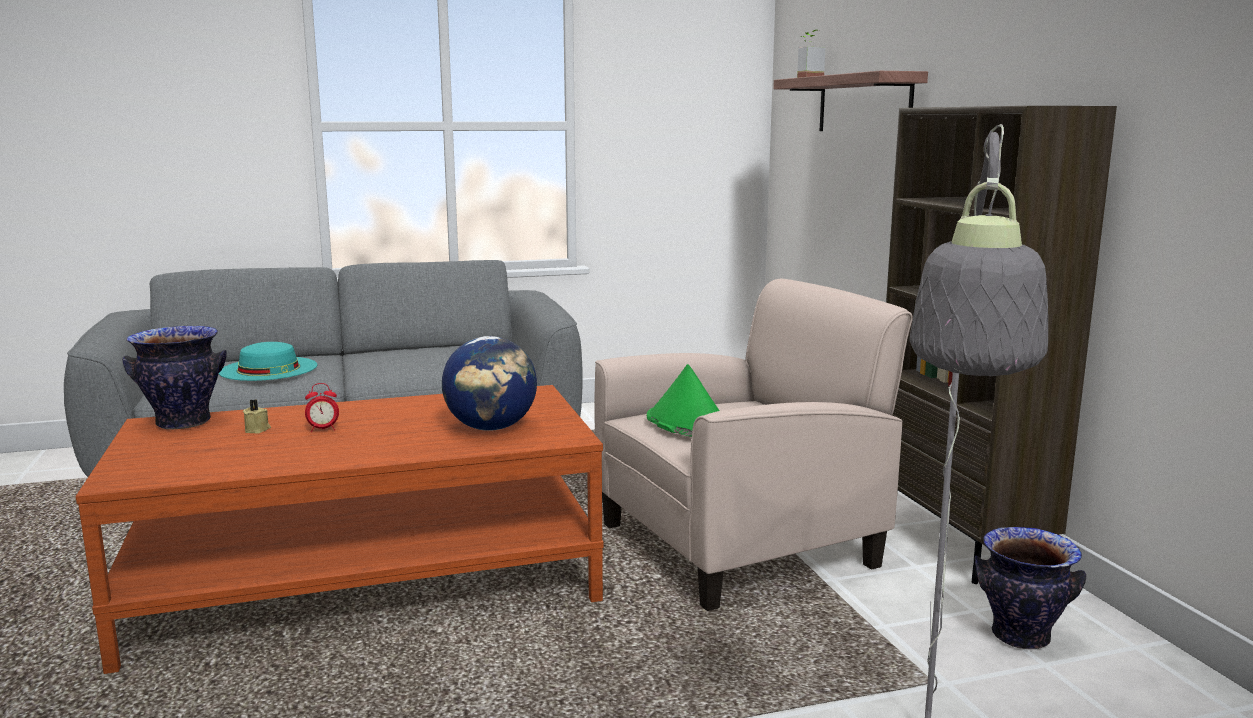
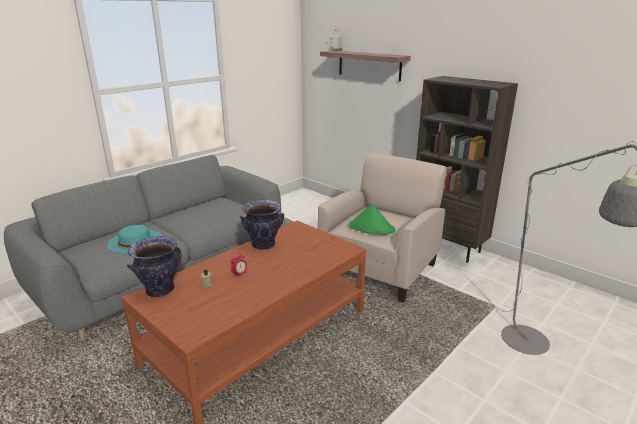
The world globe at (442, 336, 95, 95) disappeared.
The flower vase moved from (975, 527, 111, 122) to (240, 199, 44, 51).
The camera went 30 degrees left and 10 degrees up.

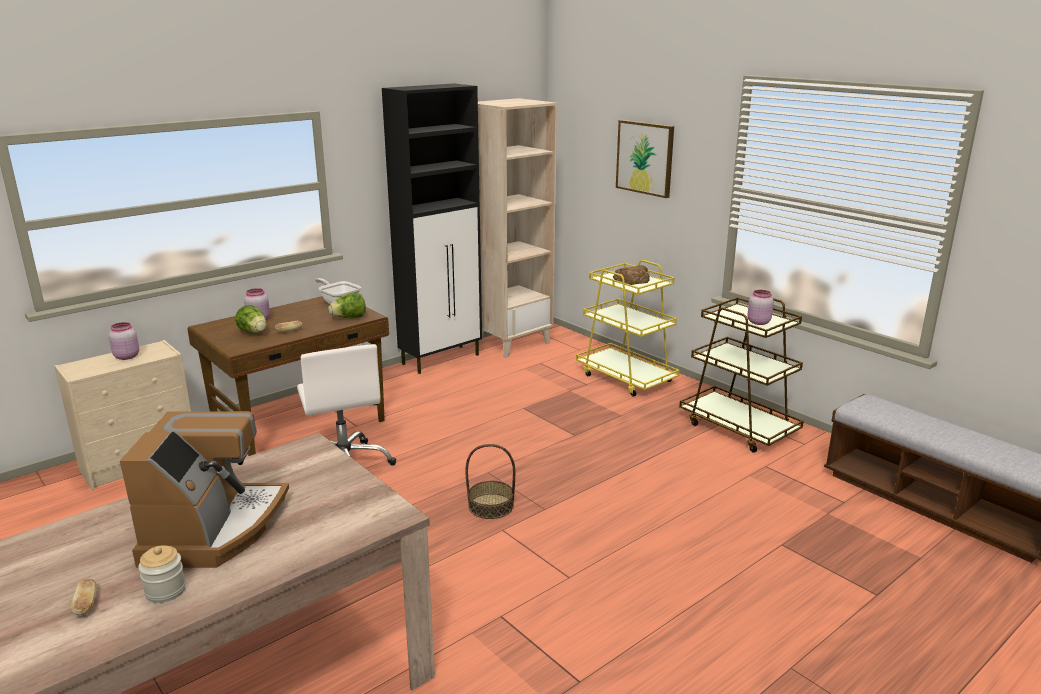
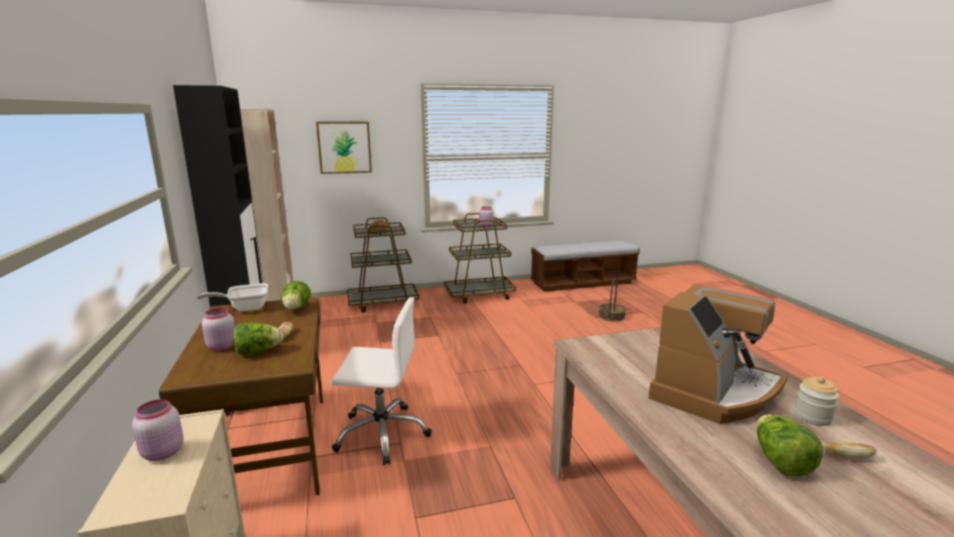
The lettuce at (756, 414, 67, 63) appeared.
The household basket moved from (465, 444, 50, 75) to (598, 278, 28, 44).
The wheeled cart in yellow-coloured at (576, 260, 104, 137) became the wheeled cart in brownish at (347, 217, 72, 96).
The coffee maker at (120, 411, 169, 157) turned 105 degrees clockwise.
The camera went 65 degrees left and 5 degrees down.

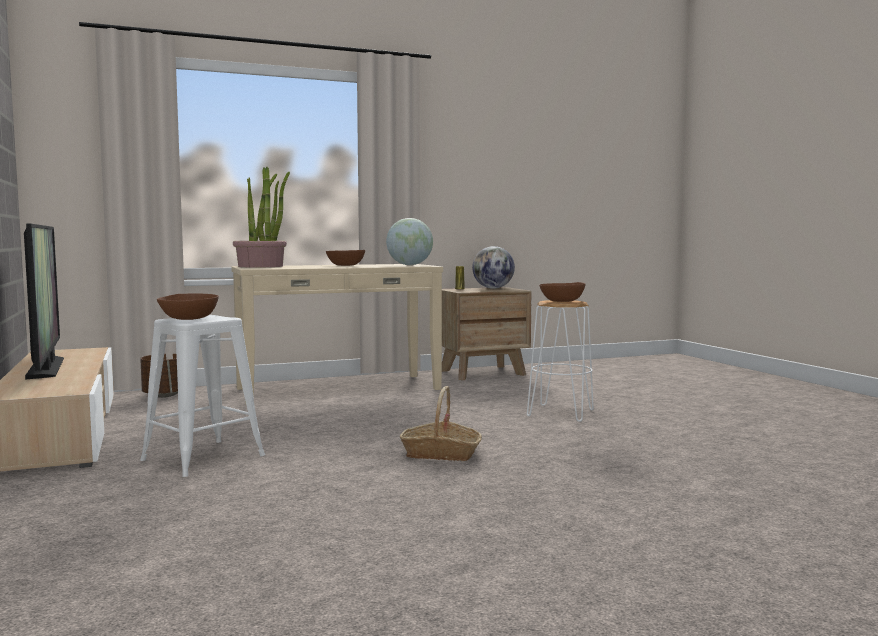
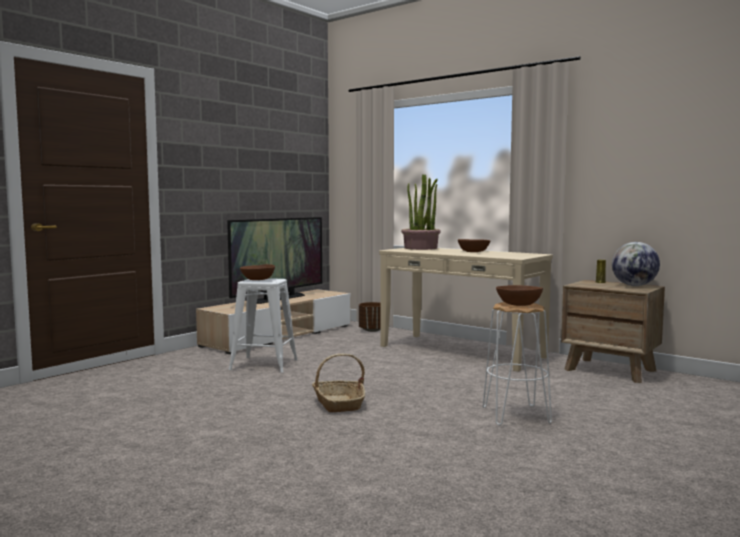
The world globe at (386, 218, 47, 47) disappeared.
The camera went 60 degrees right and 0 degrees up.

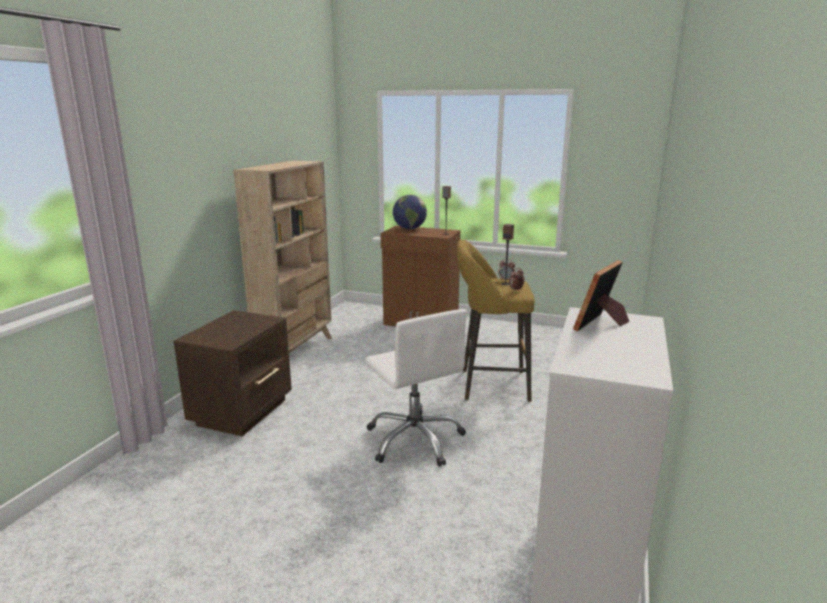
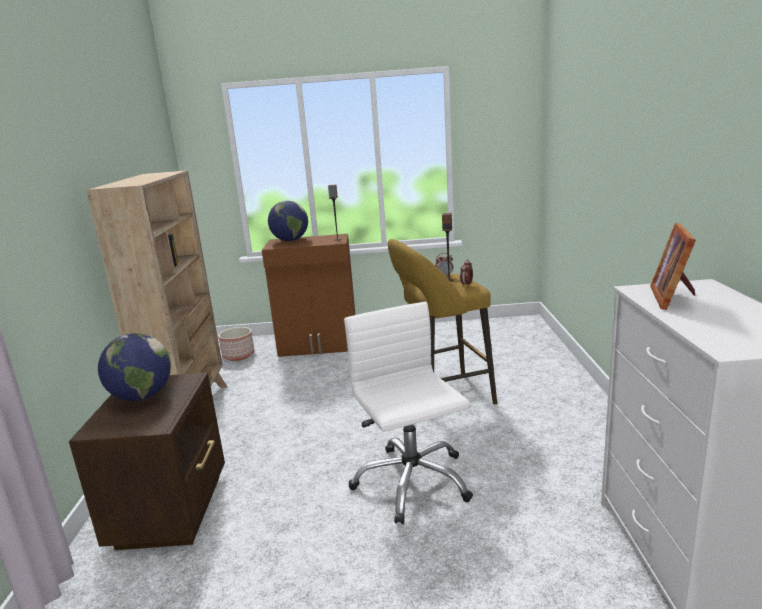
The world globe at (98, 333, 73, 68) appeared.
The planter at (218, 327, 36, 34) appeared.
The office chair in whitish at (365, 309, 102, 158) turned 150 degrees counterclockwise.
The camera went 20 degrees left and 0 degrees up.

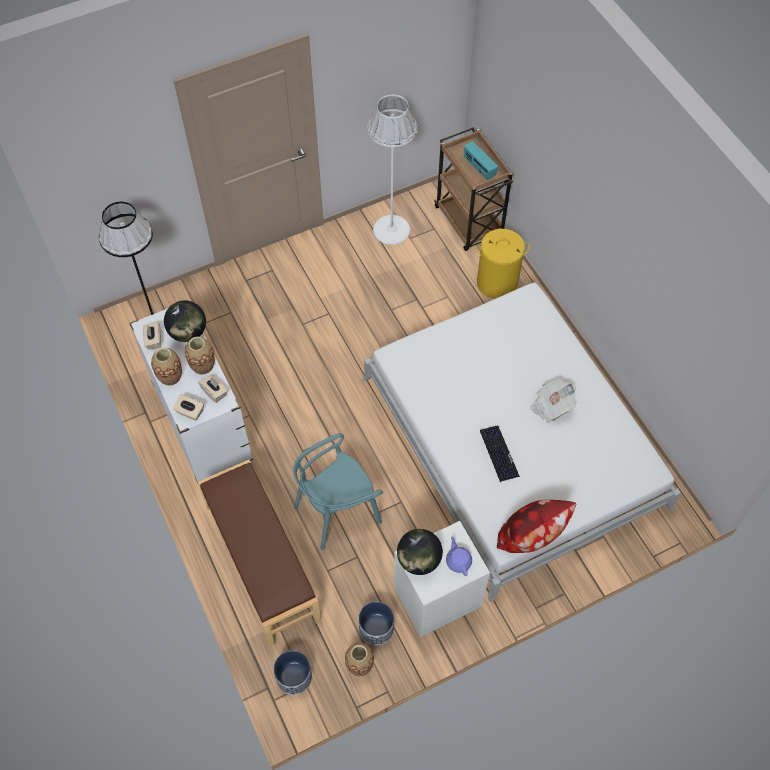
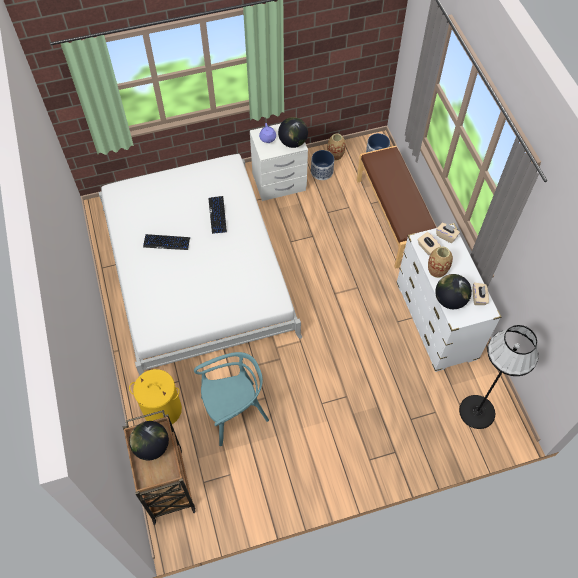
The flower vase at (151, 348, 31, 38) disappeared.
The floor lamp in whitish at (368, 95, 49, 150) disappeared.
The throw pillow at (496, 500, 81, 53) disappeared.
The plain chair in turquoise-coloured moved from (293, 433, 90, 117) to (194, 352, 75, 94).
The radio set at (464, 141, 34, 39) was replaced by the world globe at (129, 421, 40, 39).
The printed paper at (530, 378, 47, 45) was replaced by the computer keyboard at (143, 234, 47, 16).
The camera went 170 degrees left and 0 degrees up.

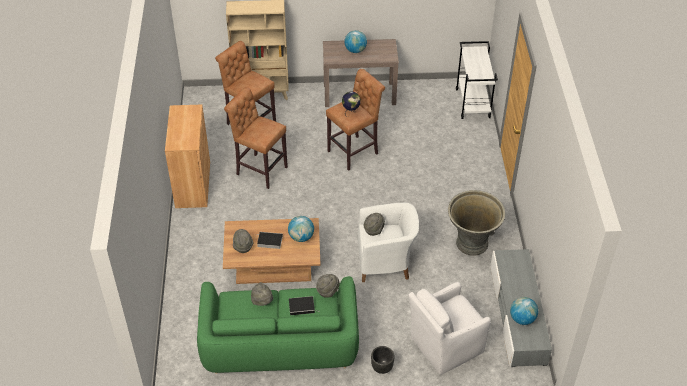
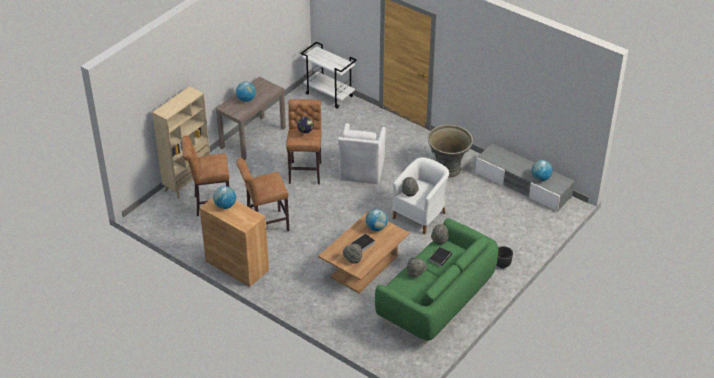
The world globe at (213, 186, 23, 23) appeared.
The armchair in whitish moved from (409, 282, 82, 93) to (338, 123, 48, 61).
The camera went 50 degrees left and 5 degrees down.

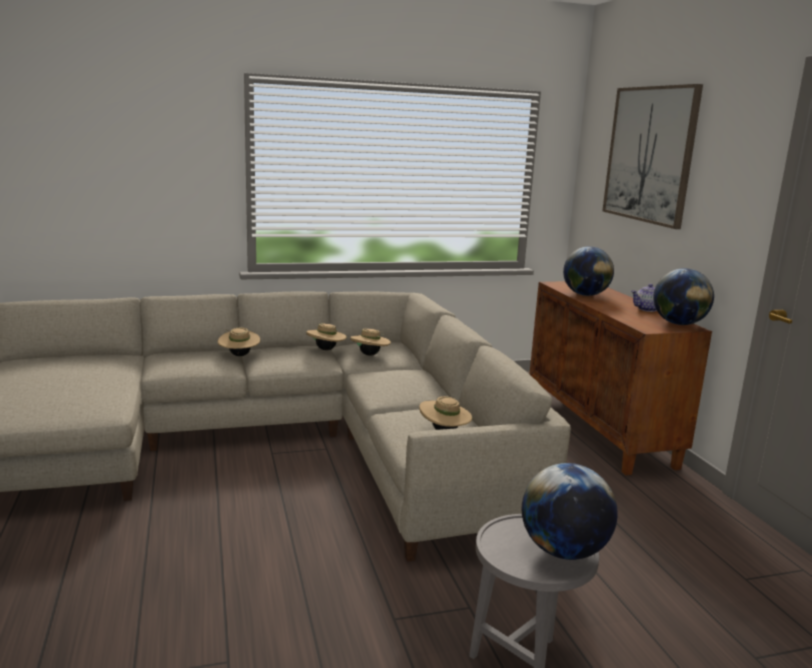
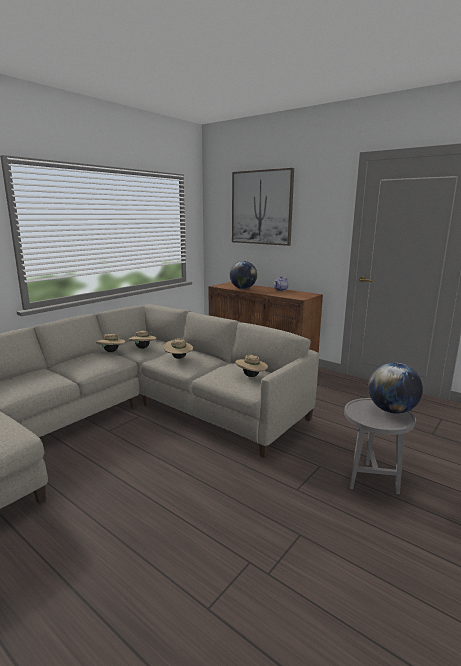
The world globe at (653, 268, 61, 57) disappeared.
The clothing hat in sand-coloured moved from (218, 328, 42, 28) to (164, 338, 29, 21).
The camera went 35 degrees left and 0 degrees up.

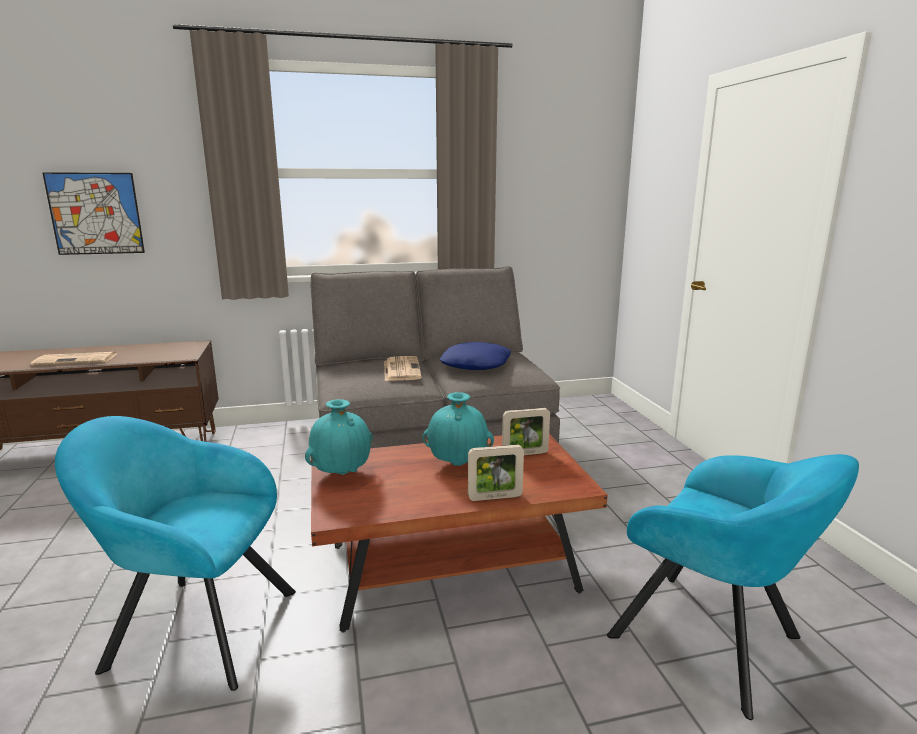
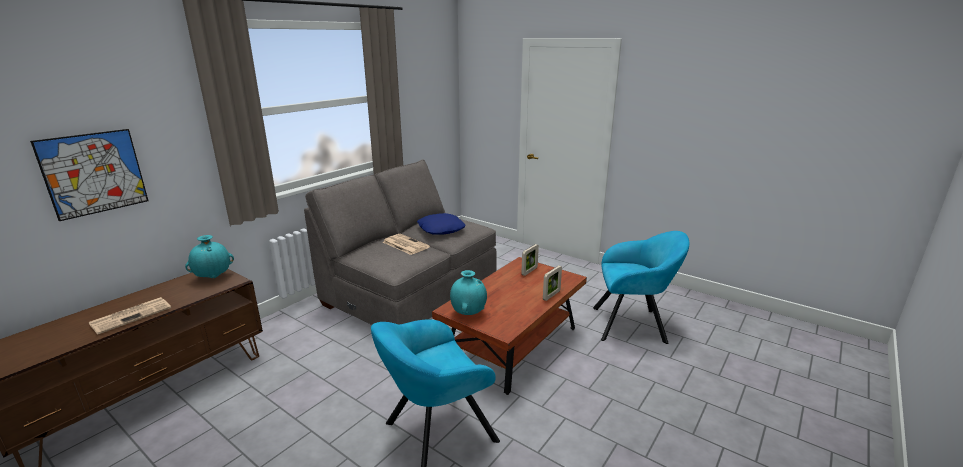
The flower vase in turquoise-coloured moved from (422, 392, 72, 74) to (185, 235, 49, 43).
The camera went 40 degrees left and 5 degrees up.

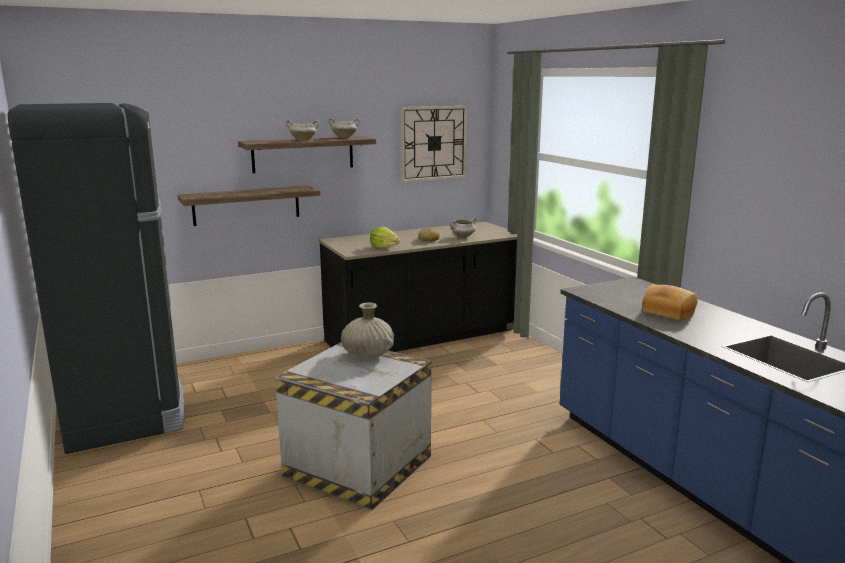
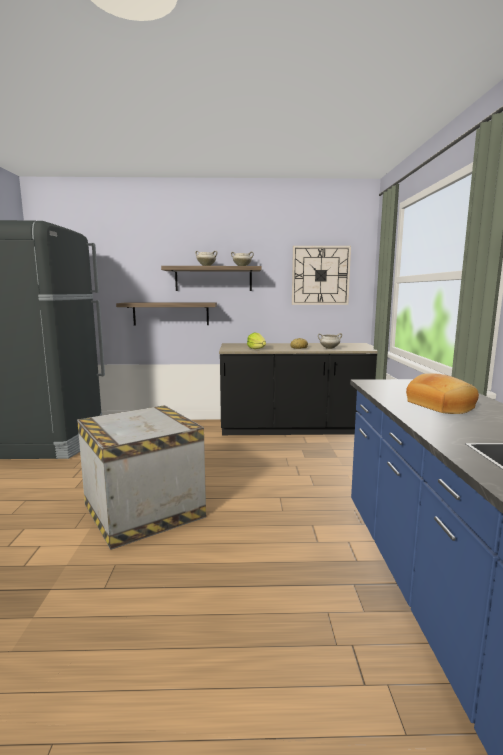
The flower vase in sand-coloured at (341, 303, 53, 56) disappeared.
The camera went 25 degrees right and 5 degrees down.

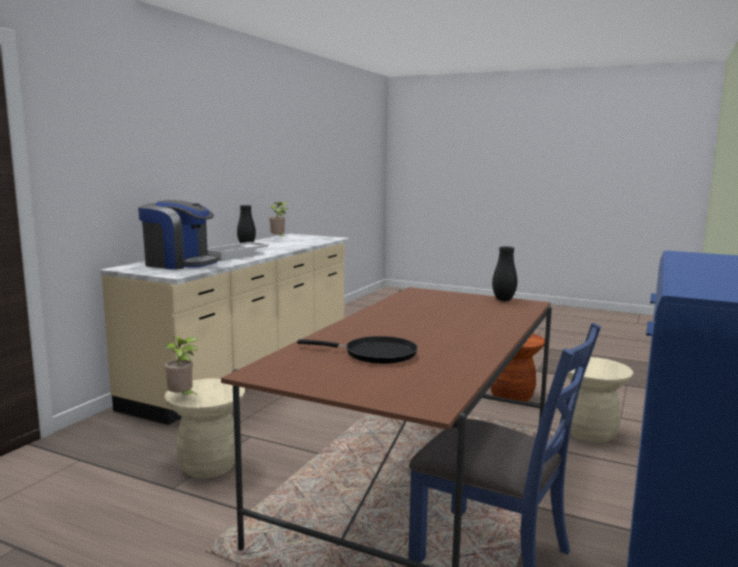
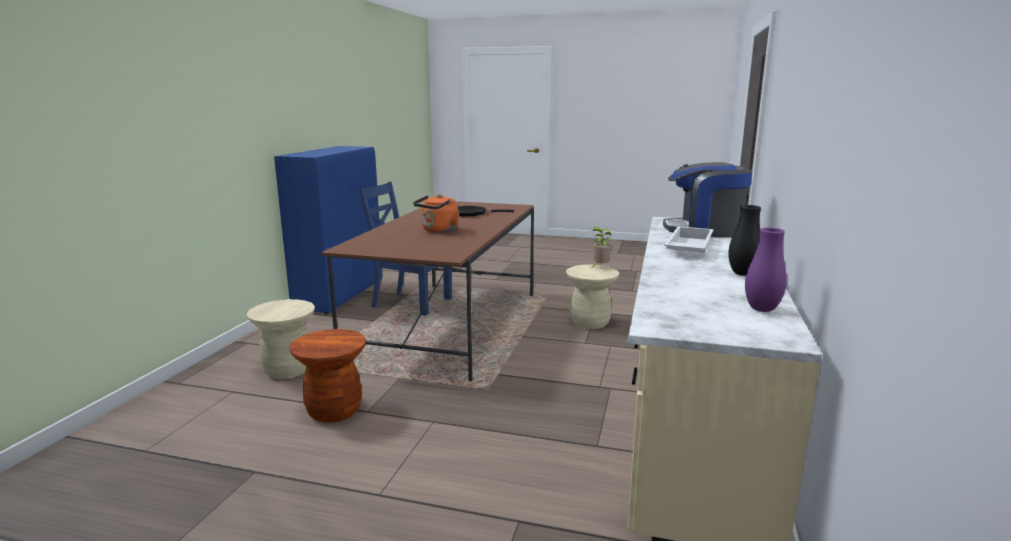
The flower vase in black-coloured at (492, 247, 25, 54) disappeared.
The water kettle in orangey at (413, 195, 47, 38) appeared.
The plant in a pot at (269, 202, 20, 34) was replaced by the flower vase in purplish at (745, 228, 42, 84).
The camera went 170 degrees right and 5 degrees up.

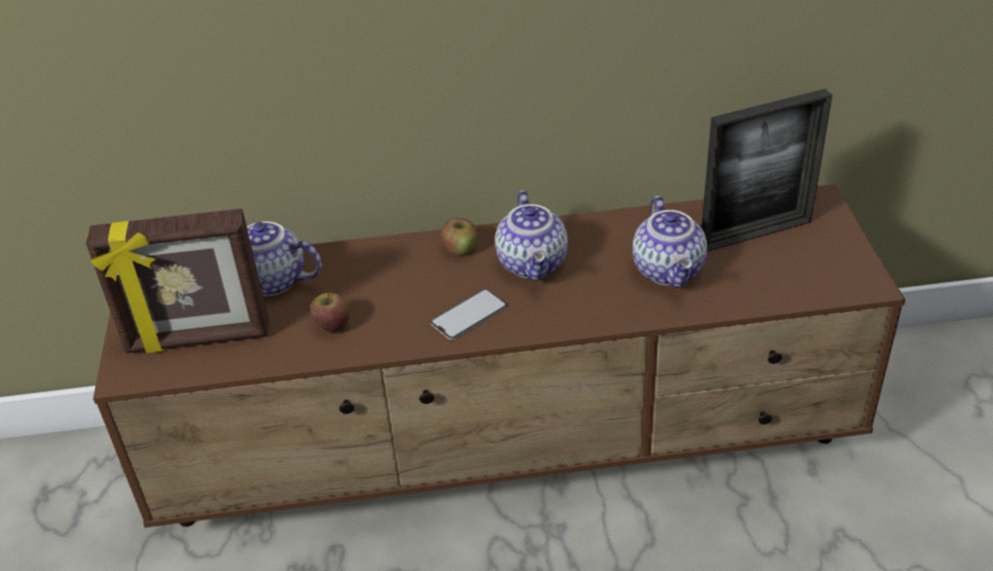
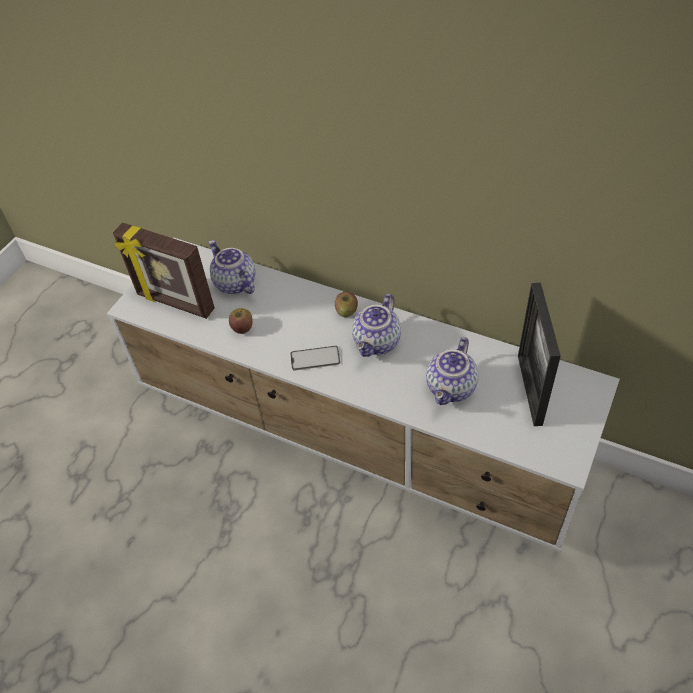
The tv stand in brownish at (93, 184, 812, 344) became the tv stand in whitish at (107, 238, 513, 314).
The picture frame at (701, 89, 131, 163) turned 75 degrees clockwise.
The camera went 35 degrees right and 10 degrees up.

